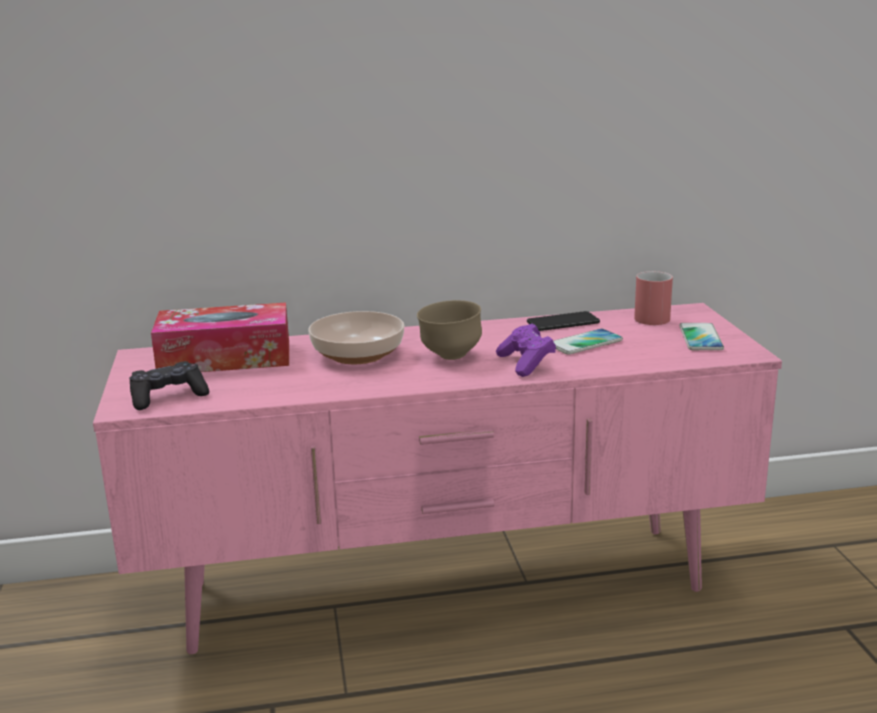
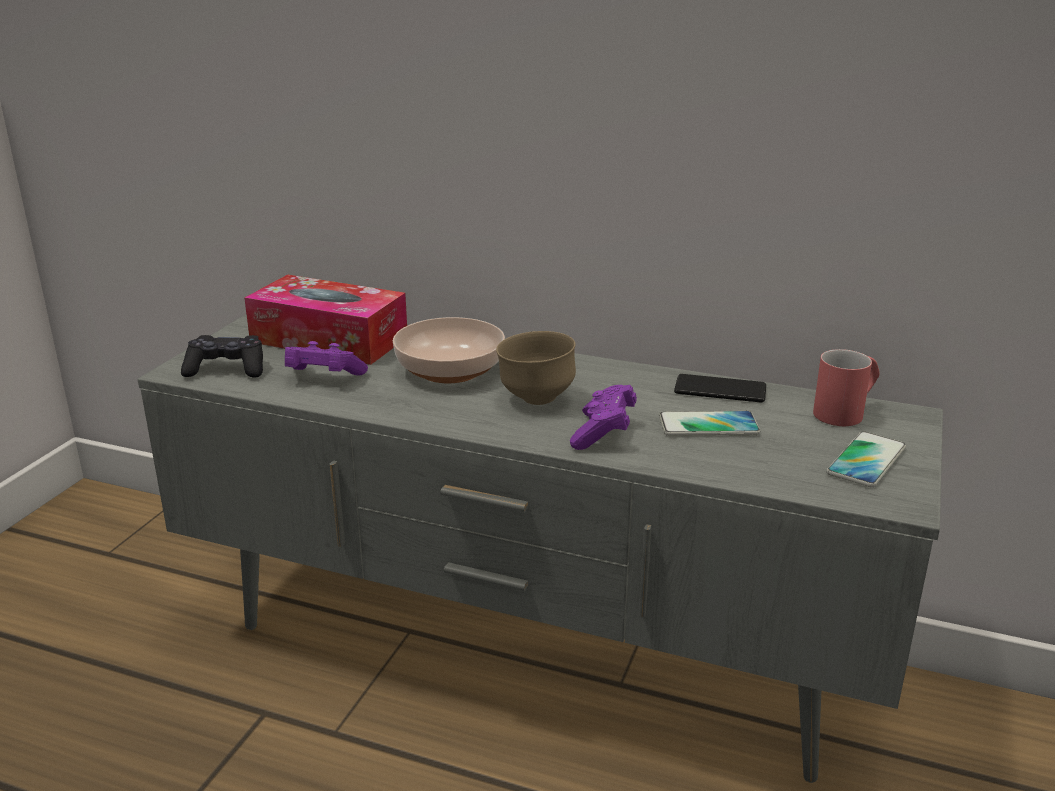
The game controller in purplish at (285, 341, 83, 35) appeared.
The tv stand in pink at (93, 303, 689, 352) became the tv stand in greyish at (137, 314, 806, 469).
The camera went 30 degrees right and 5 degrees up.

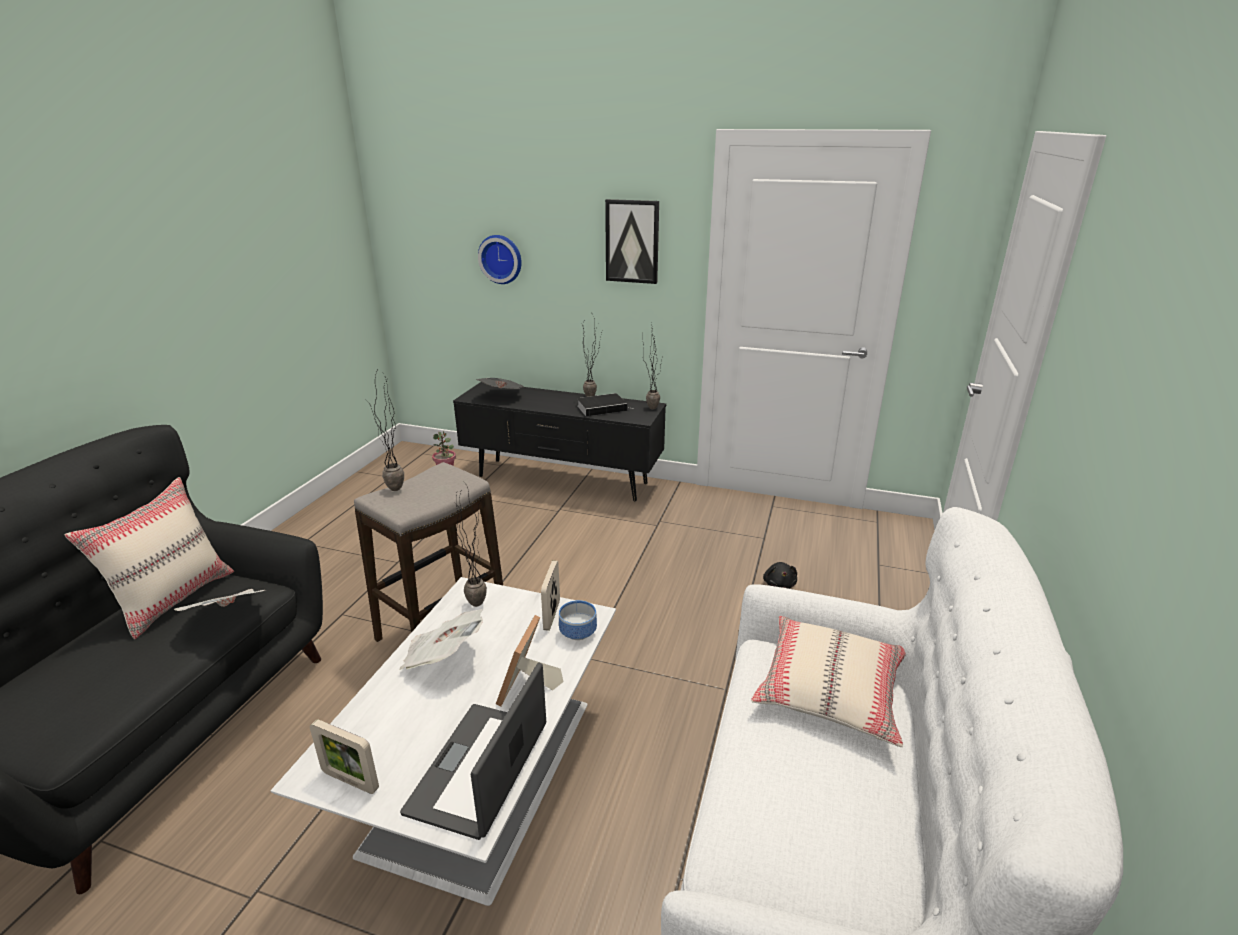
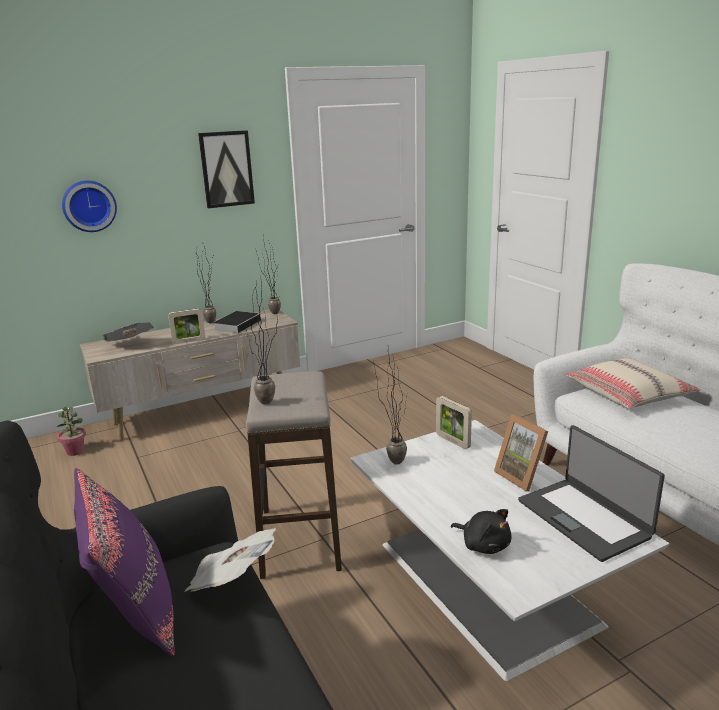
The printed paper at (399, 609, 84, 61) disappeared.
The serving bowl at (559, 600, 38, 40) disappeared.
The picture frame moved from (310, 719, 69, 75) to (168, 308, 37, 36).
The cuddly toy in black-coloured moved from (763, 562, 34, 27) to (451, 509, 61, 45).
The throw pillow in sand-coloured at (64, 477, 170, 162) became the throw pillow in purplish at (74, 468, 101, 188).
The tv stand in black-coloured at (453, 382, 214, 119) became the tv stand in sand-coloured at (80, 310, 220, 130).
The camera went 45 degrees left and 5 degrees down.

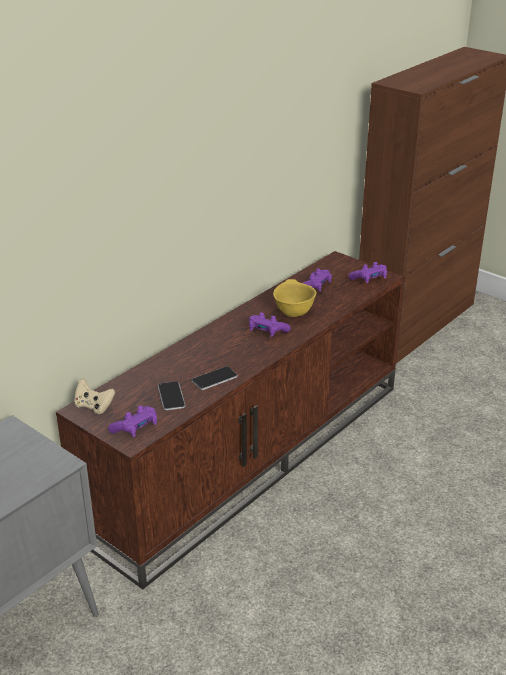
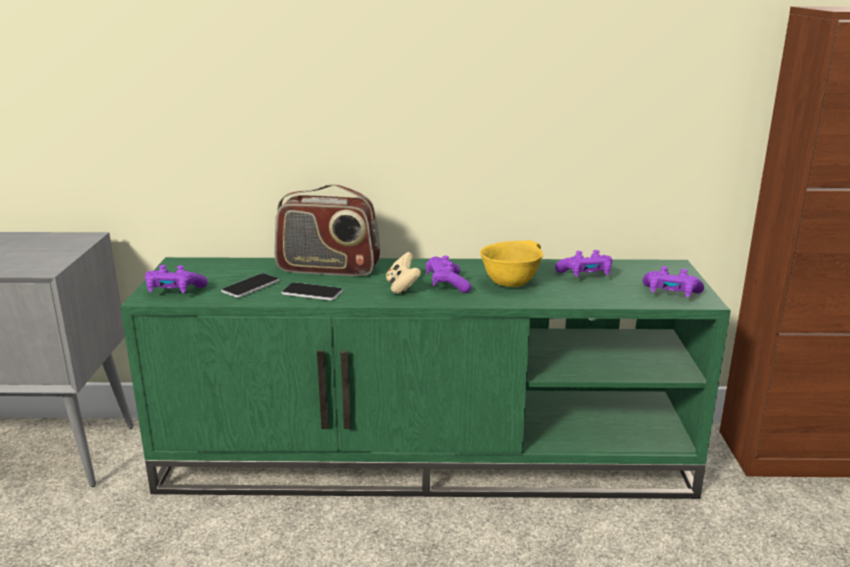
The radio set at (274, 185, 106, 91) appeared.
The game controller in sand-coloured moved from (74, 378, 41, 36) to (386, 252, 35, 42).
The tv stand in brownish at (56, 251, 349, 338) became the tv stand in green at (120, 257, 611, 242).
The camera went 50 degrees right and 10 degrees down.

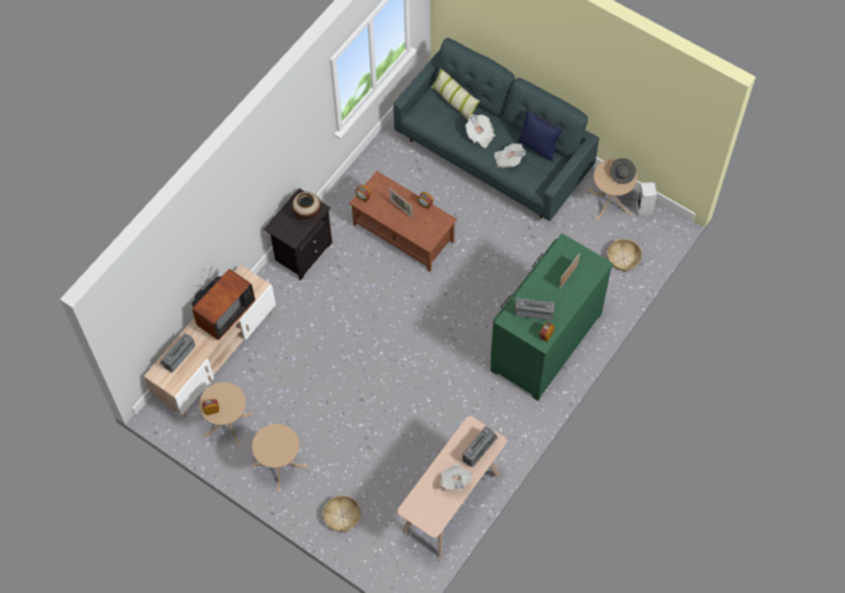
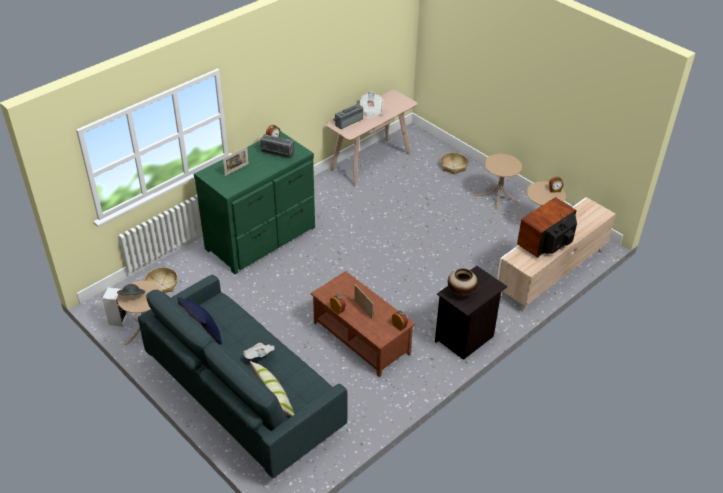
The radio set at (160, 333, 35, 39) disappeared.
The printed paper at (494, 143, 31, 25) disappeared.
The camera went 170 degrees left and 20 degrees down.

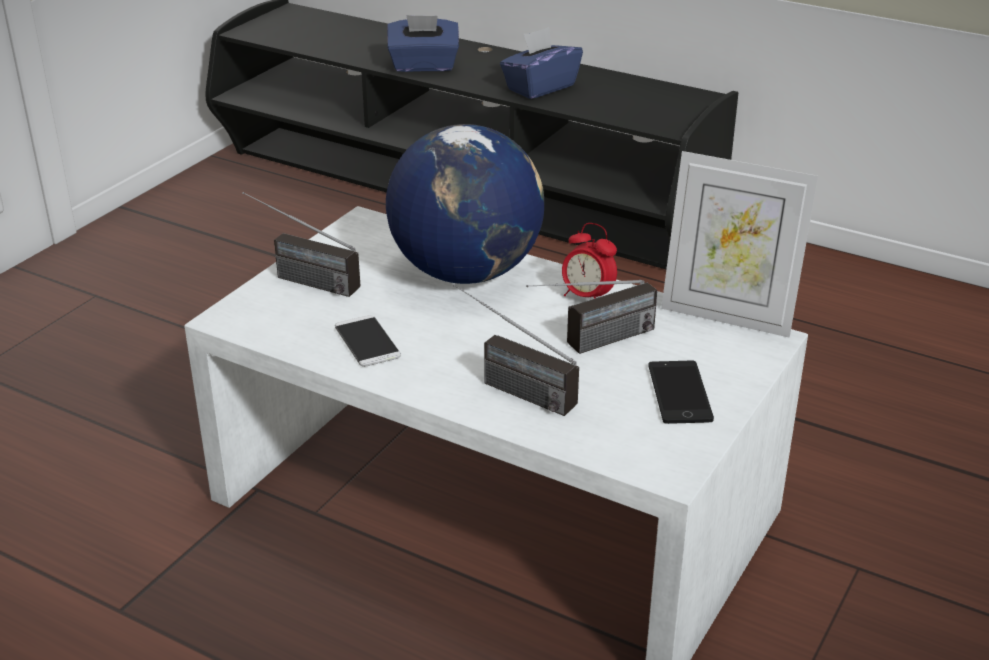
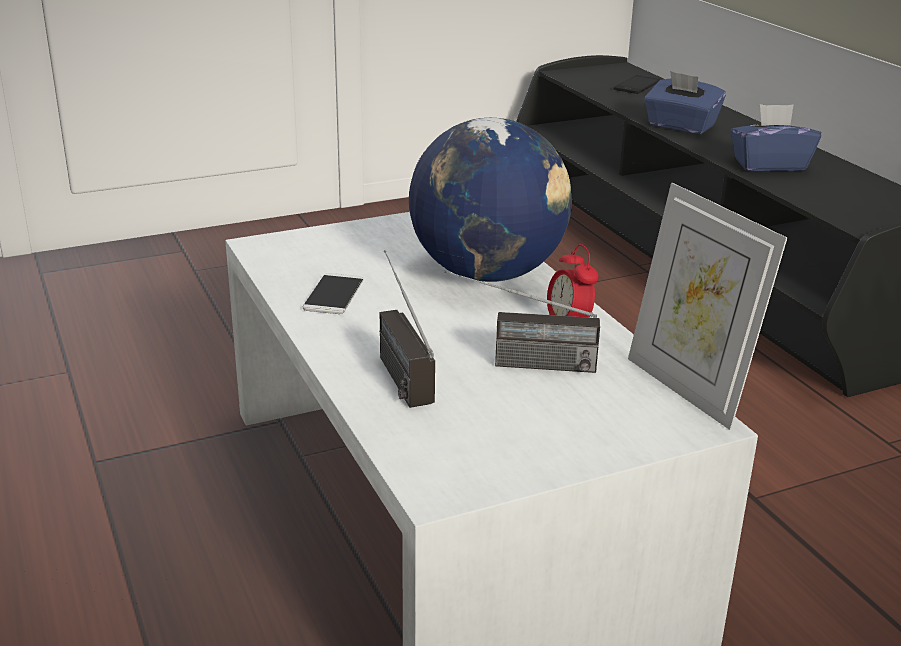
The radio set at (242, 192, 118, 105) disappeared.
The phone moved from (648, 361, 66, 63) to (614, 75, 47, 19).
The camera went 35 degrees right and 5 degrees down.

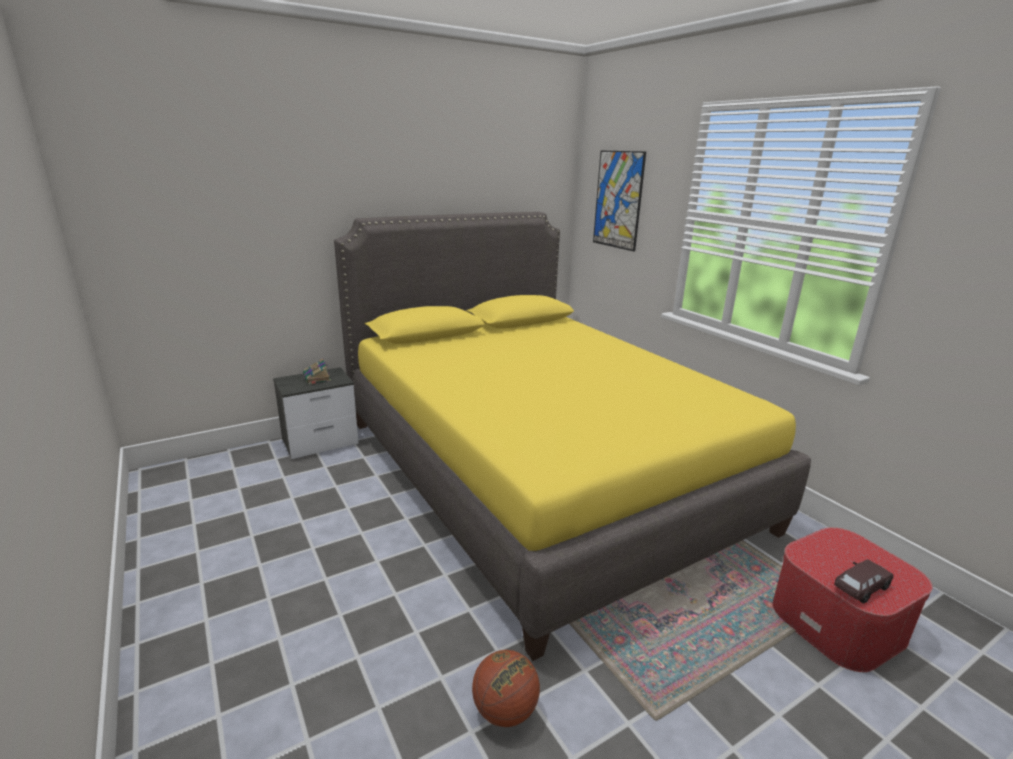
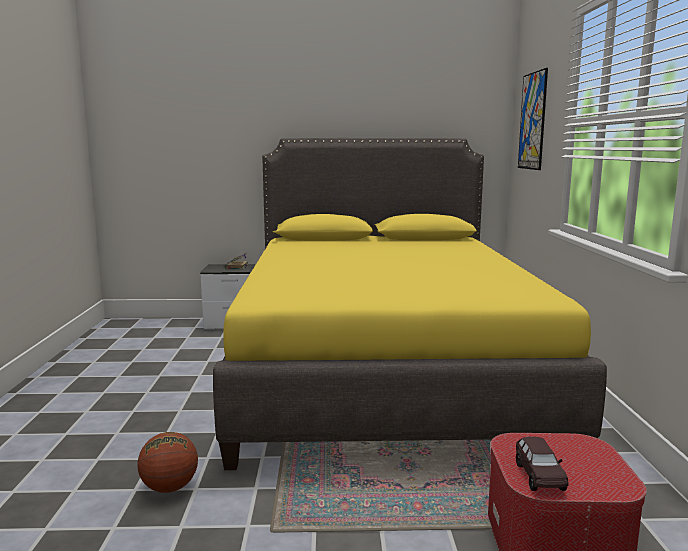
The miniature car in brownish at (834, 560, 59, 44) turned 90 degrees clockwise.
The camera went 30 degrees right and 10 degrees down.

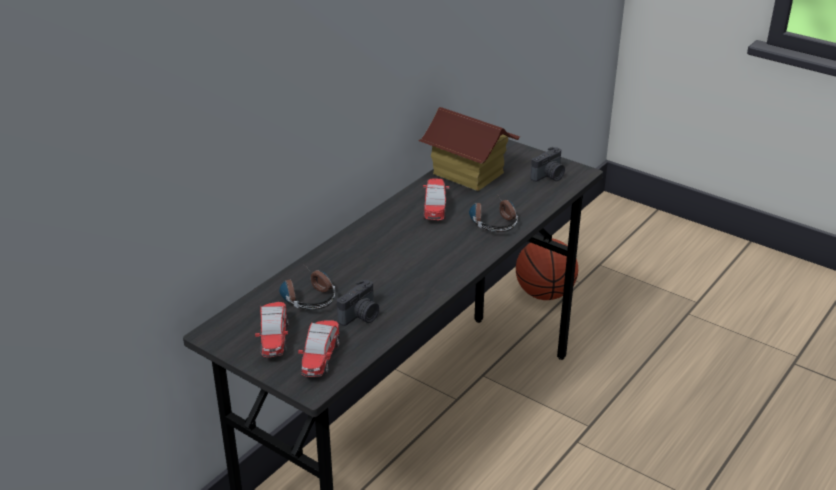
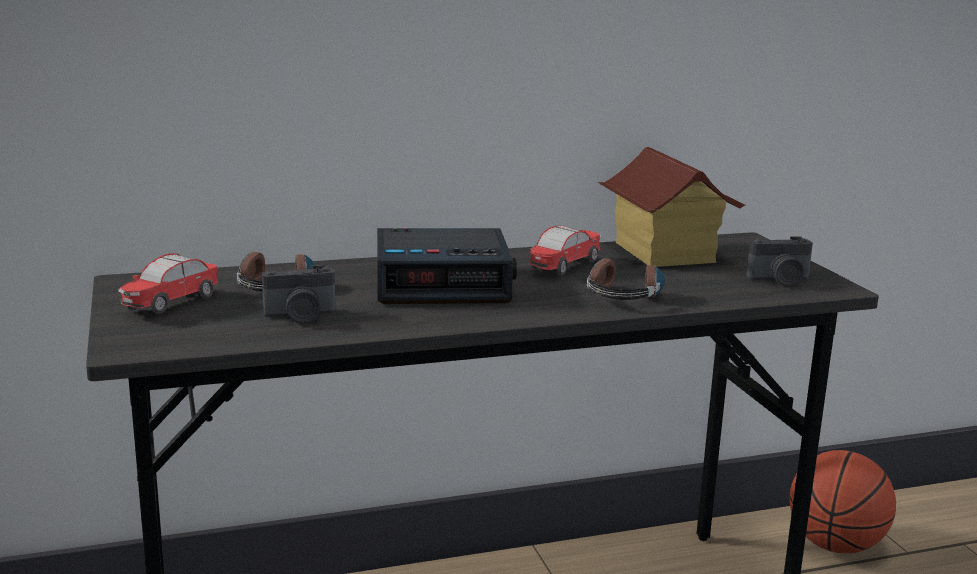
The miniature car at (298, 320, 42, 57) disappeared.
The bedside clock at (377, 228, 140, 76) appeared.
The camera went 35 degrees right and 15 degrees down.

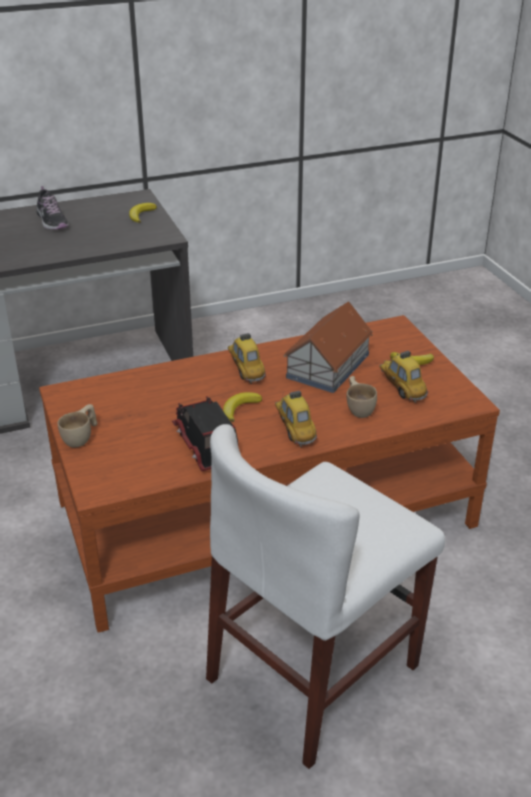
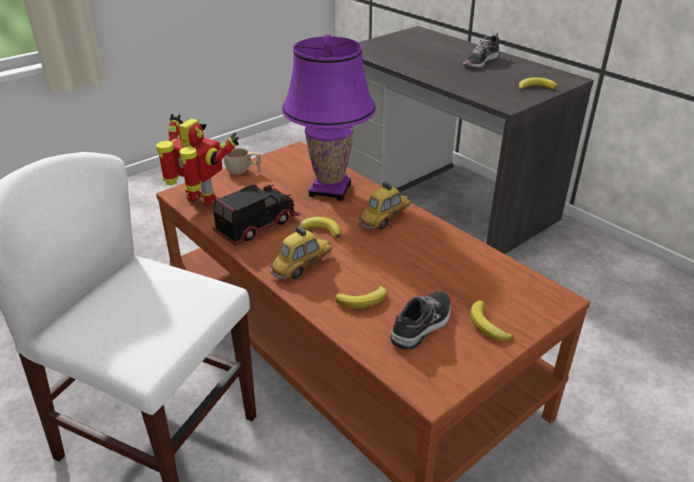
The model house at (283, 302, 90, 91) disappeared.
The robot figure at (156, 114, 83, 91) appeared.
The table lamp in purplish at (282, 34, 94, 167) appeared.
The drinking cup in sand-coloured at (347, 376, 30, 42) was replaced by the banana fruit at (335, 286, 52, 22).
The miniature car at (380, 351, 48, 52) was replaced by the low shoe at (390, 291, 61, 58).
The camera went 70 degrees right and 0 degrees up.

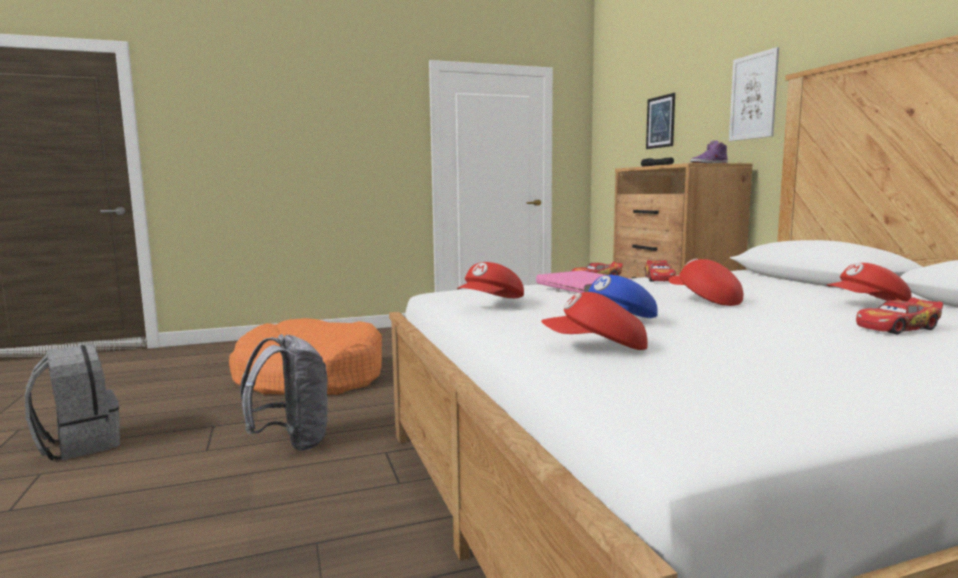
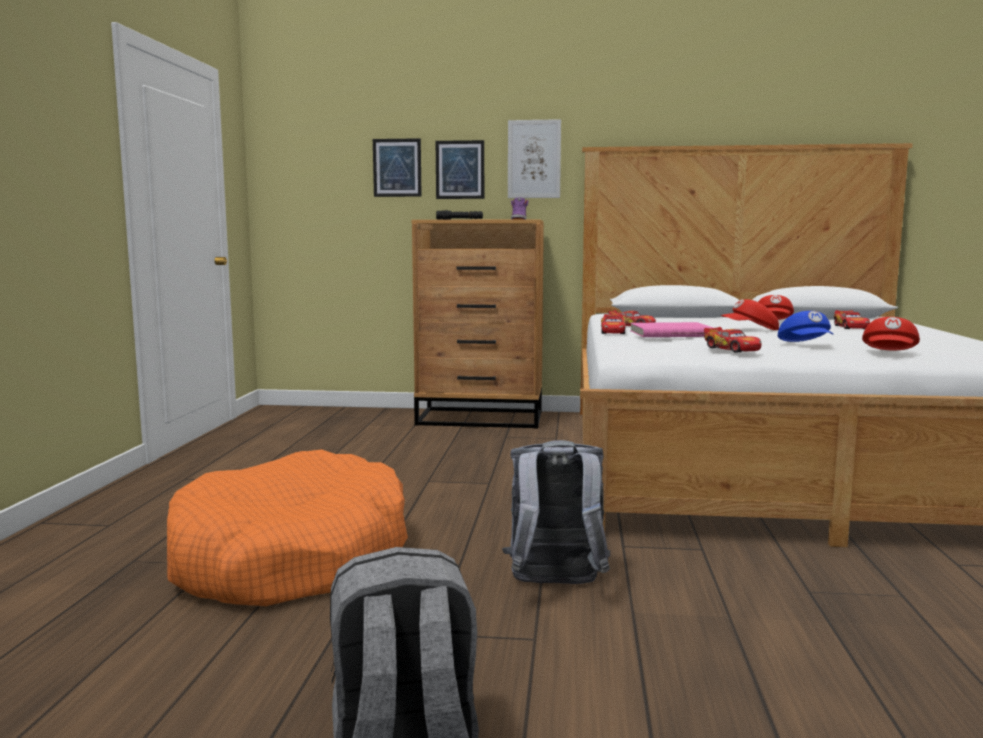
The wall picture at (436, 140, 48, 59) appeared.
The peaked cap in red-coloured at (457, 262, 67, 36) was replaced by the miniature car at (704, 327, 58, 26).
The camera went 65 degrees left and 0 degrees up.

